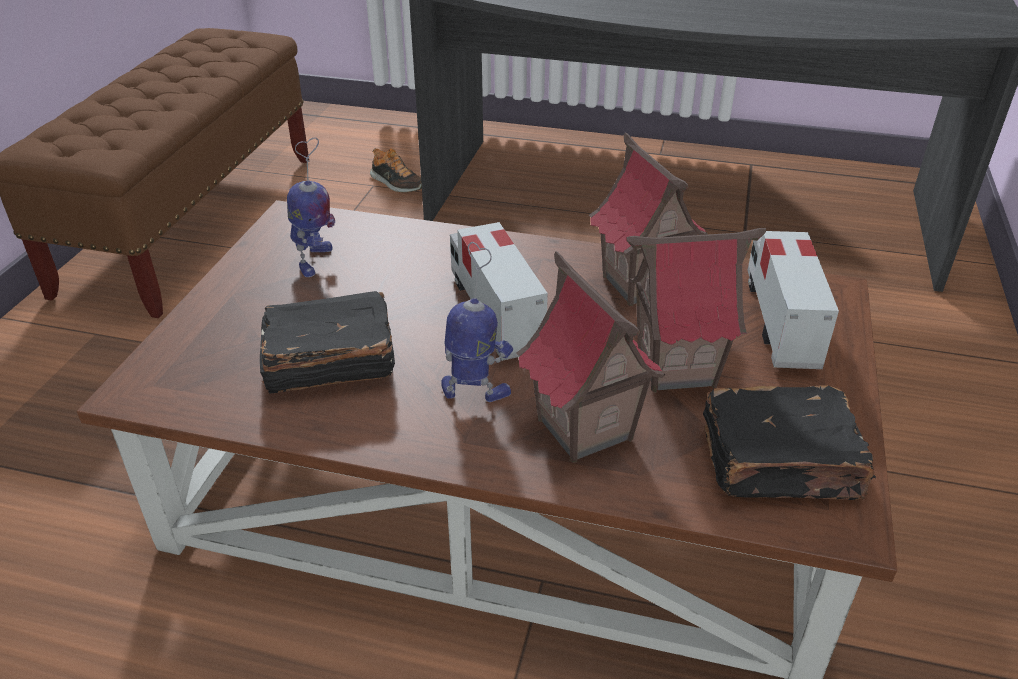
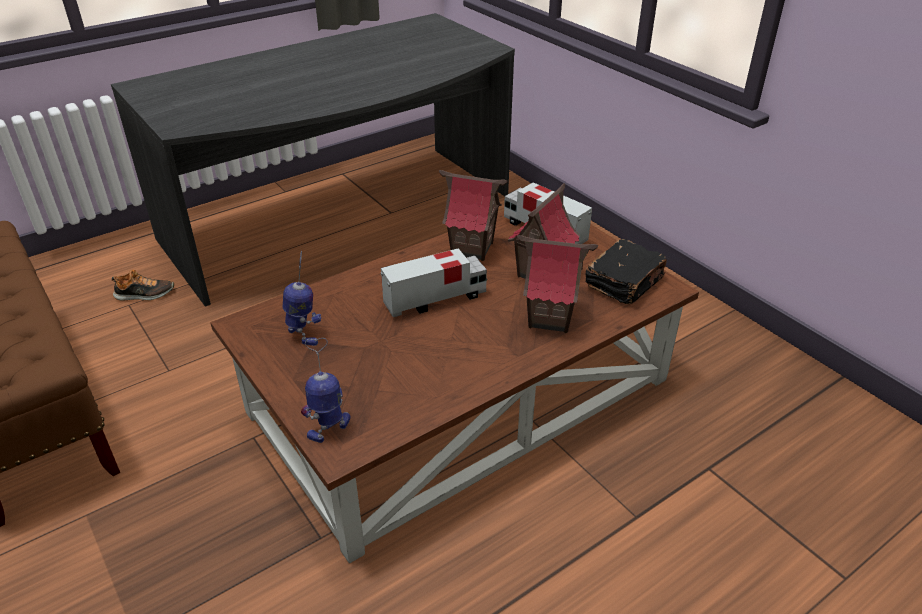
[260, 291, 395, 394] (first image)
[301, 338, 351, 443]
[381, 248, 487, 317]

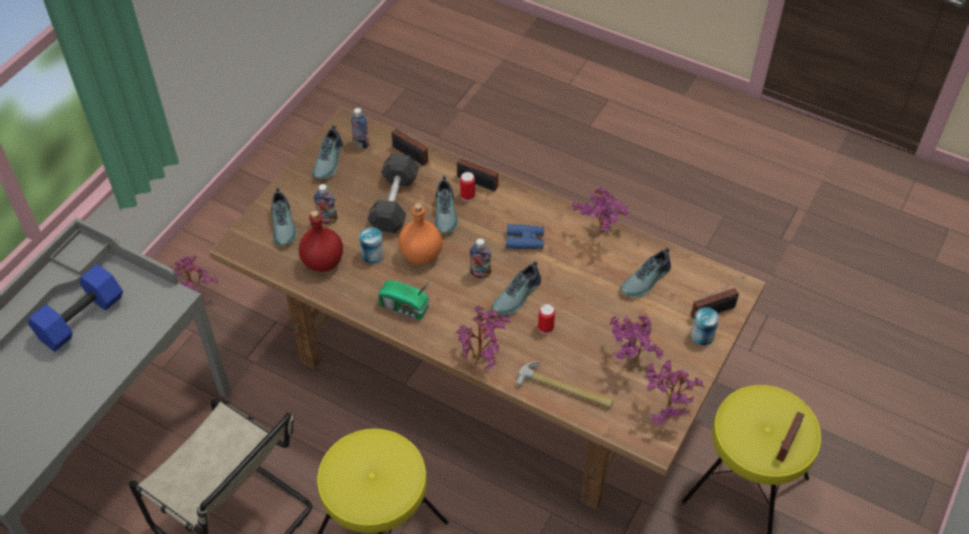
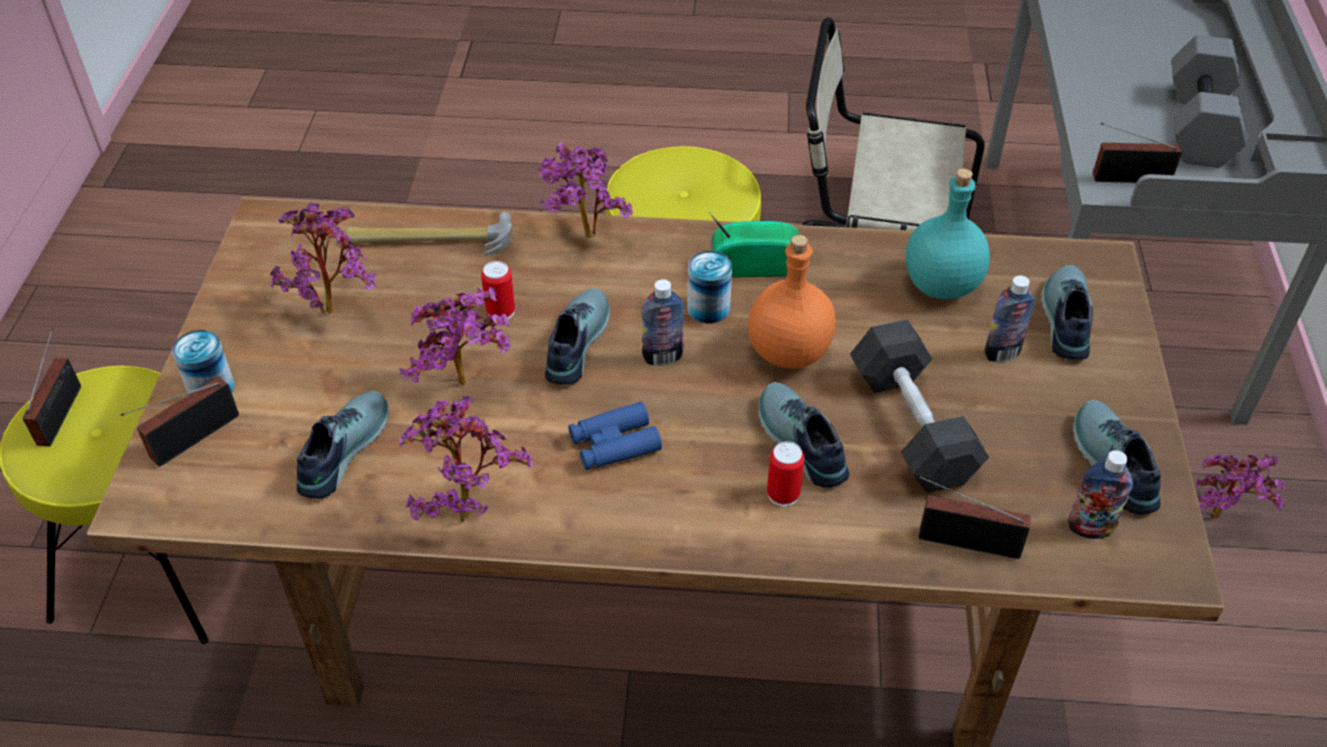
[1172, 35, 1246, 168]
[1041, 265, 1093, 360]
[906, 168, 990, 299]
[687, 251, 732, 323]
[1093, 123, 1182, 183]
[399, 287, 511, 385]

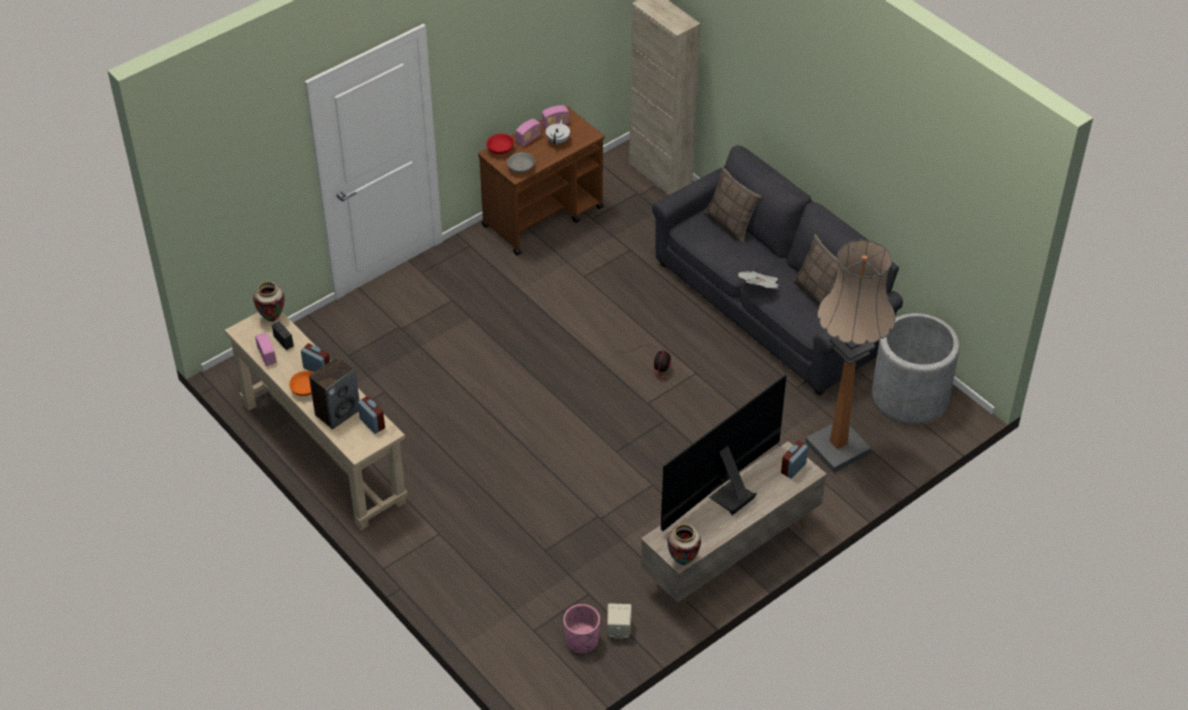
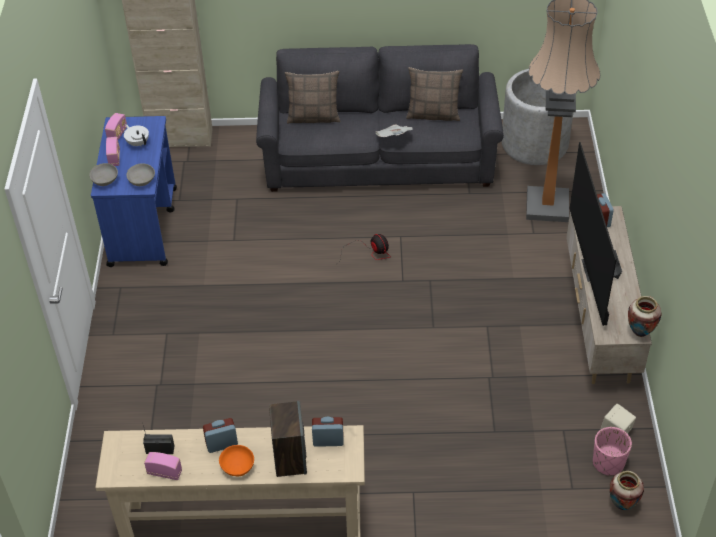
[610, 471, 644, 510]
[91, 116, 177, 267]
[89, 163, 118, 186]

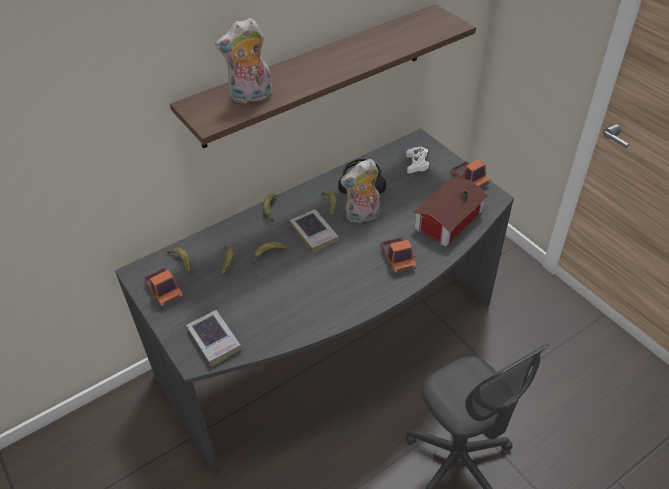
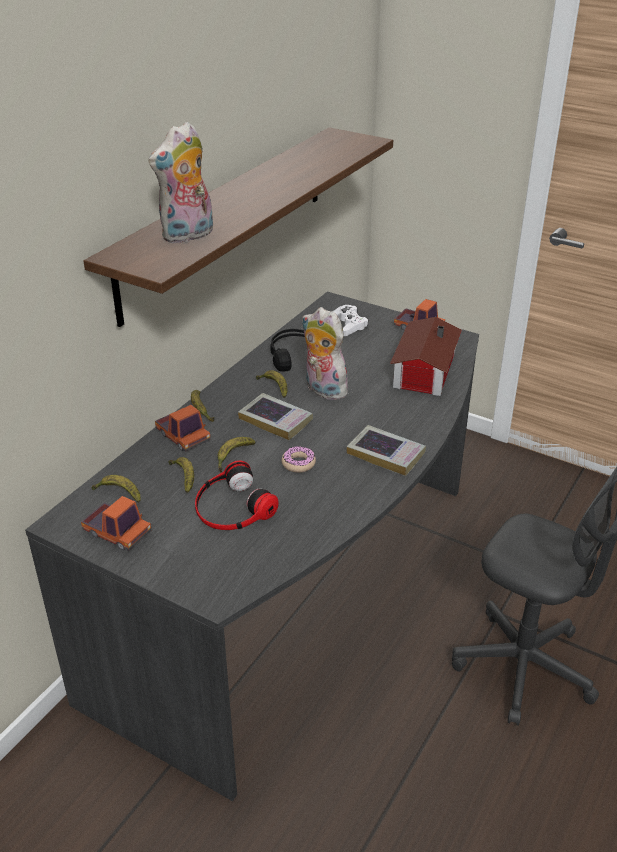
[347, 425, 426, 476]
[302, 307, 348, 400]
[155, 405, 211, 452]
[195, 461, 279, 530]
[282, 446, 316, 473]

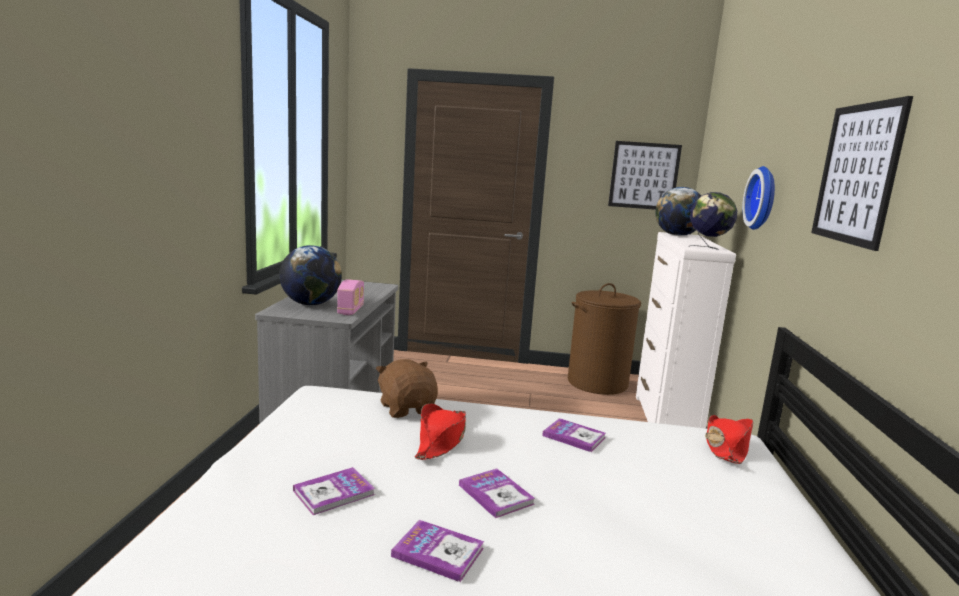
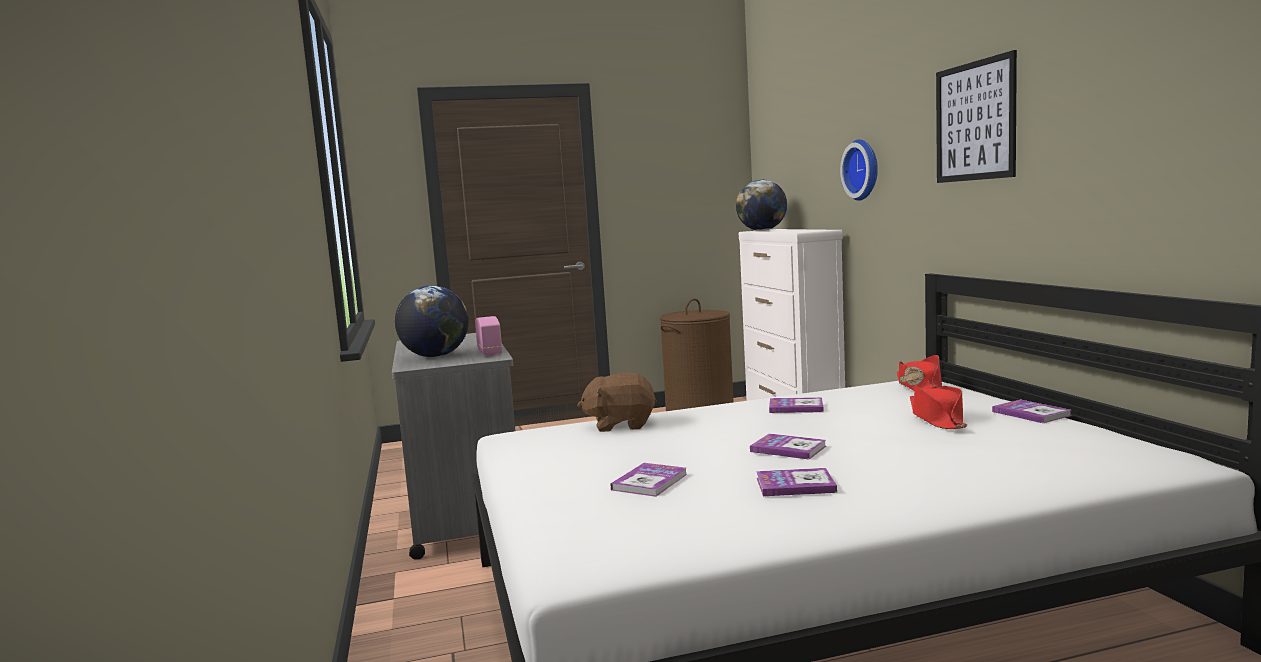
[577, 373, 657, 432]
[910, 384, 967, 429]
[608, 141, 682, 210] (first image)
[688, 192, 737, 250] (first image)
[992, 399, 1071, 423]

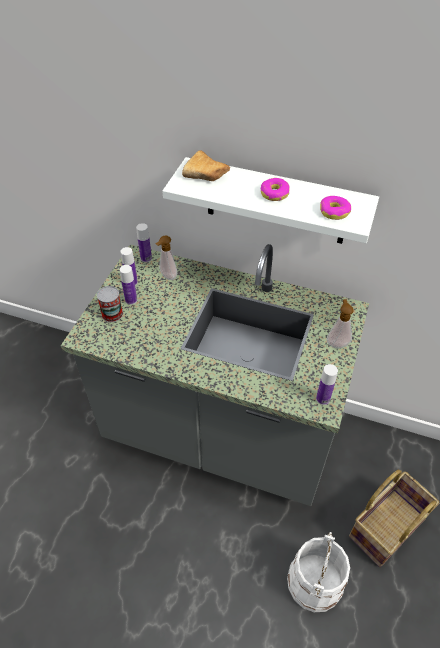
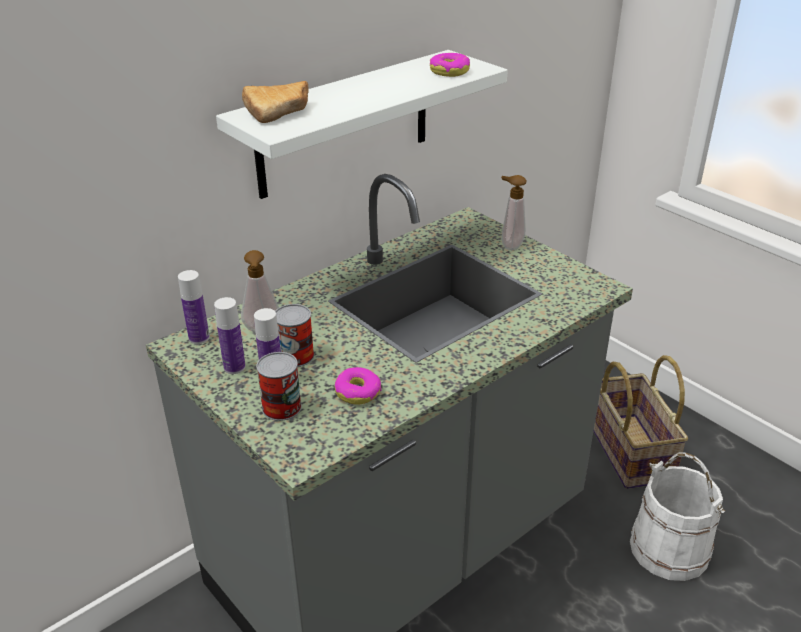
[335, 367, 382, 404]
[316, 364, 338, 405] (first image)
[275, 304, 314, 367]

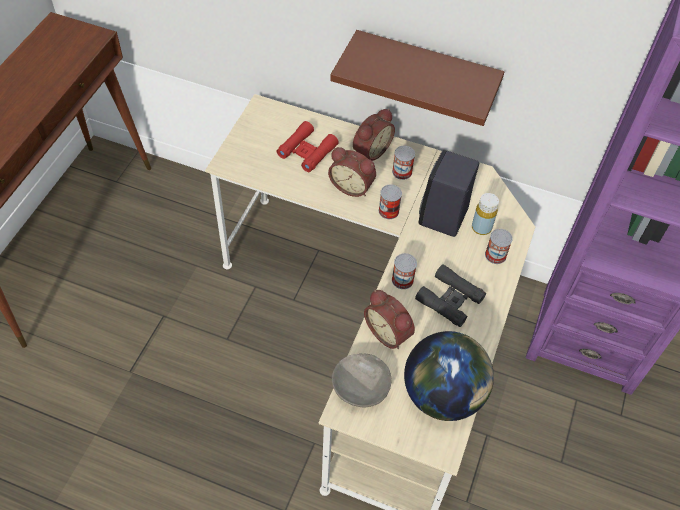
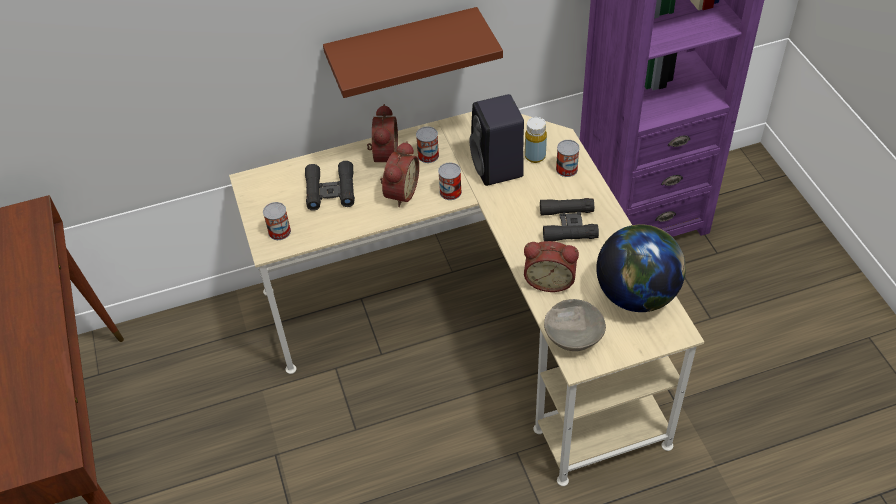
[305, 161, 355, 211]
[380, 141, 419, 207]
[263, 202, 291, 240]

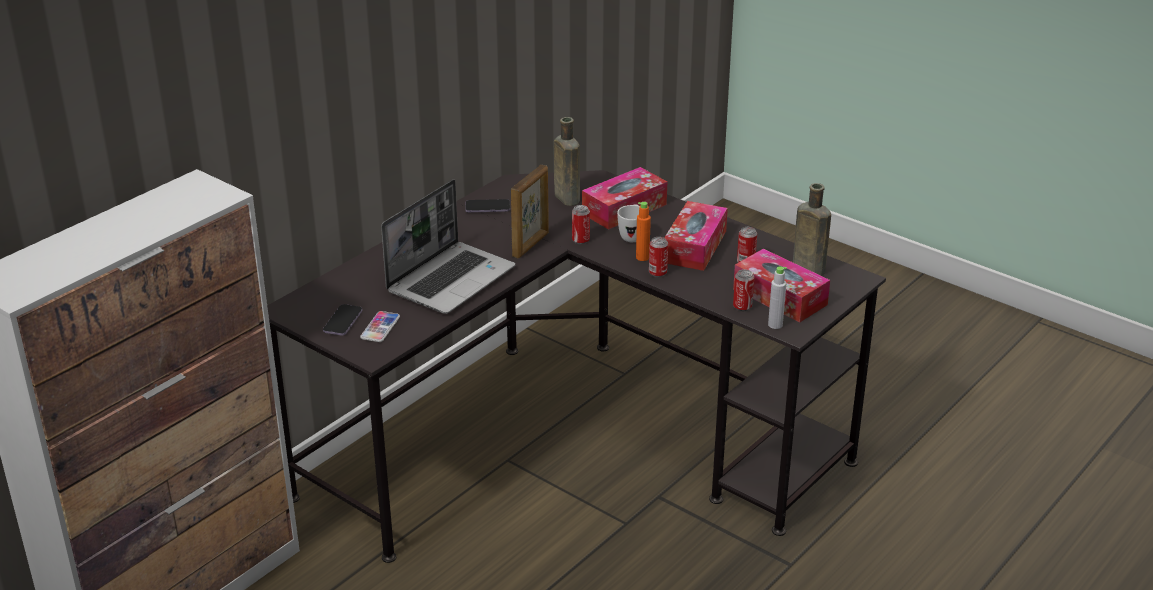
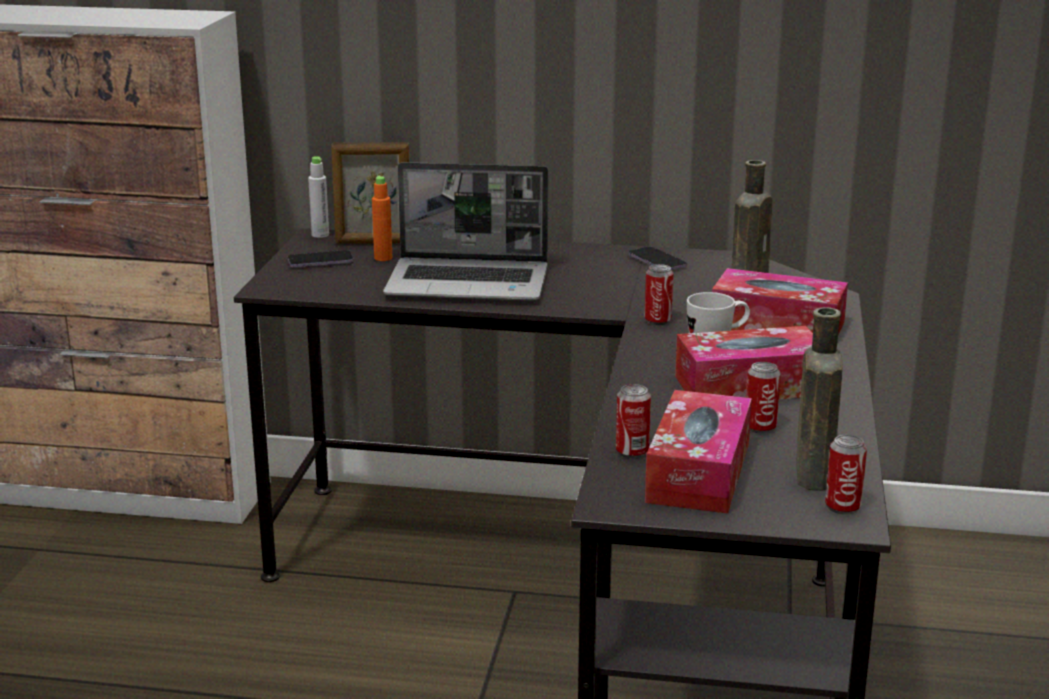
[360, 311, 400, 342] (first image)
[331, 142, 409, 244]
[372, 176, 392, 261]
[825, 435, 867, 515]
[308, 156, 329, 238]

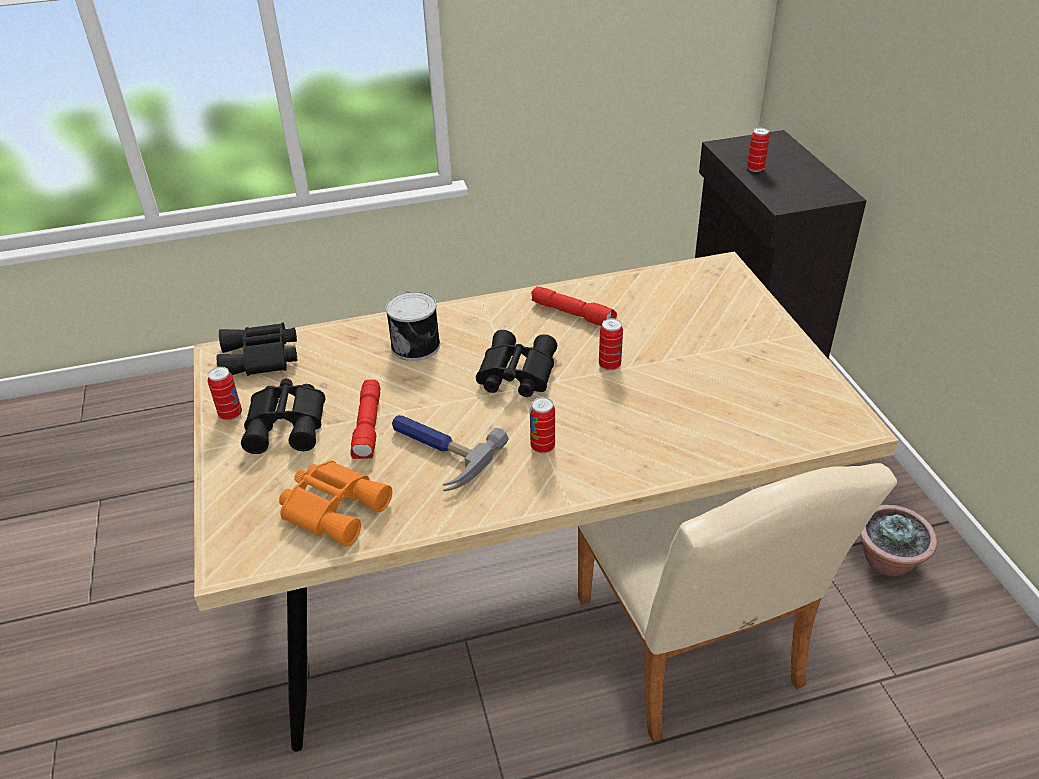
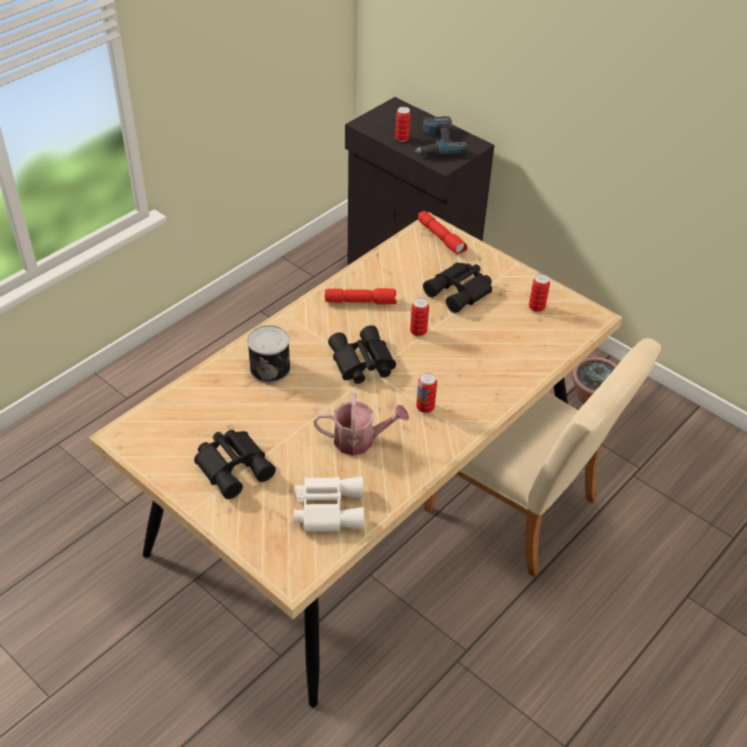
[529, 274, 550, 312]
[423, 263, 492, 313]
[294, 477, 364, 532]
[418, 211, 467, 255]
[314, 393, 409, 456]
[415, 116, 469, 155]

